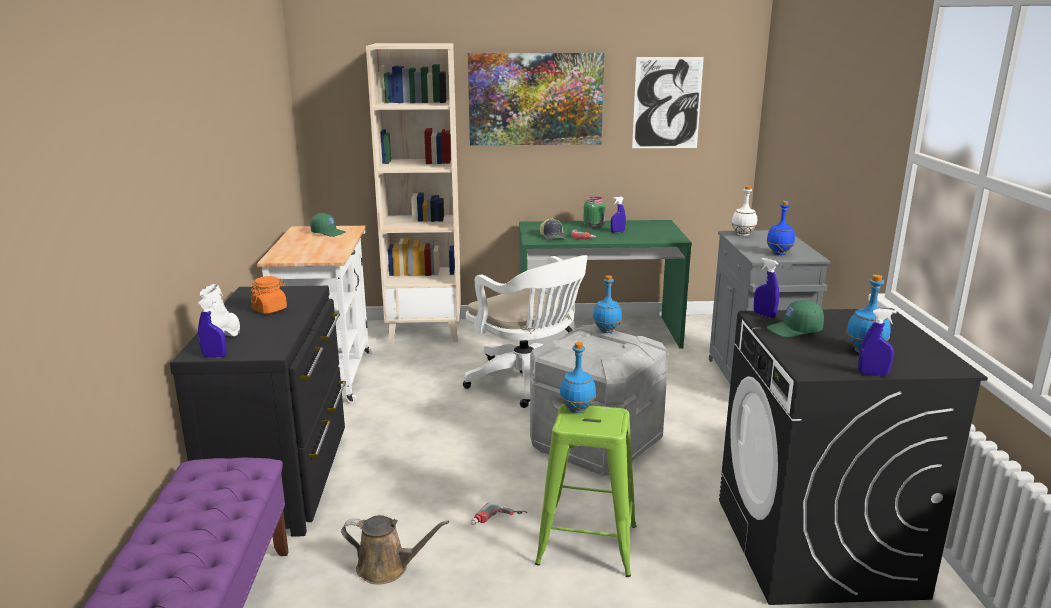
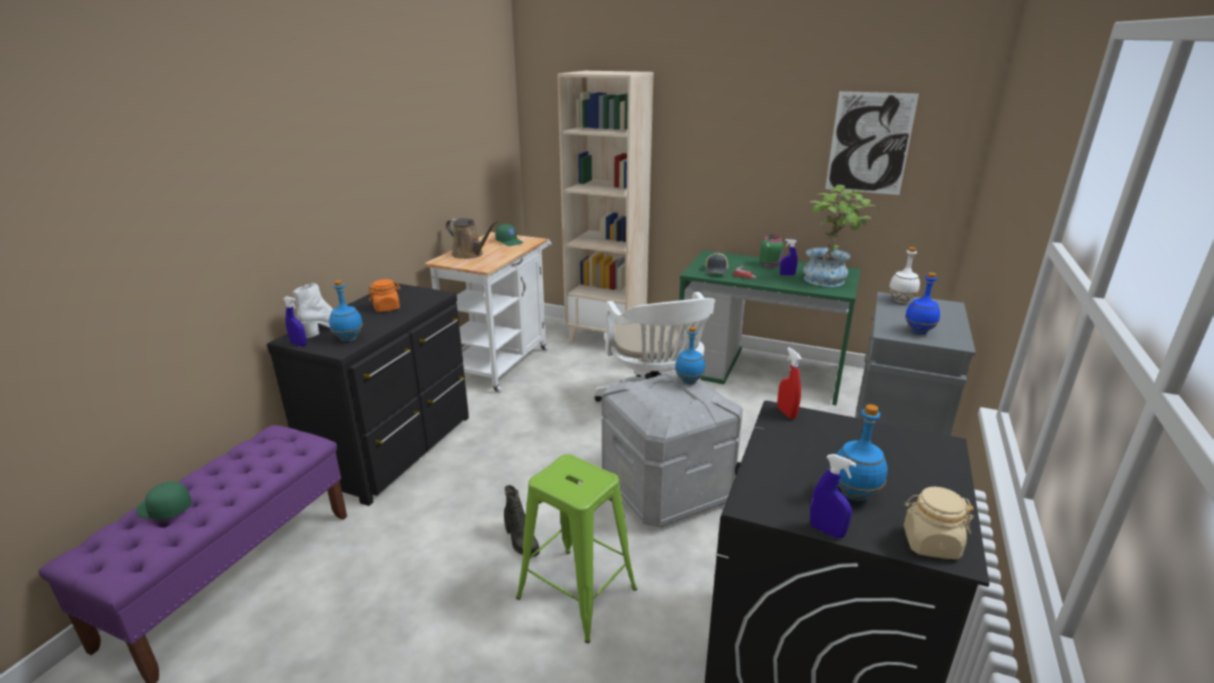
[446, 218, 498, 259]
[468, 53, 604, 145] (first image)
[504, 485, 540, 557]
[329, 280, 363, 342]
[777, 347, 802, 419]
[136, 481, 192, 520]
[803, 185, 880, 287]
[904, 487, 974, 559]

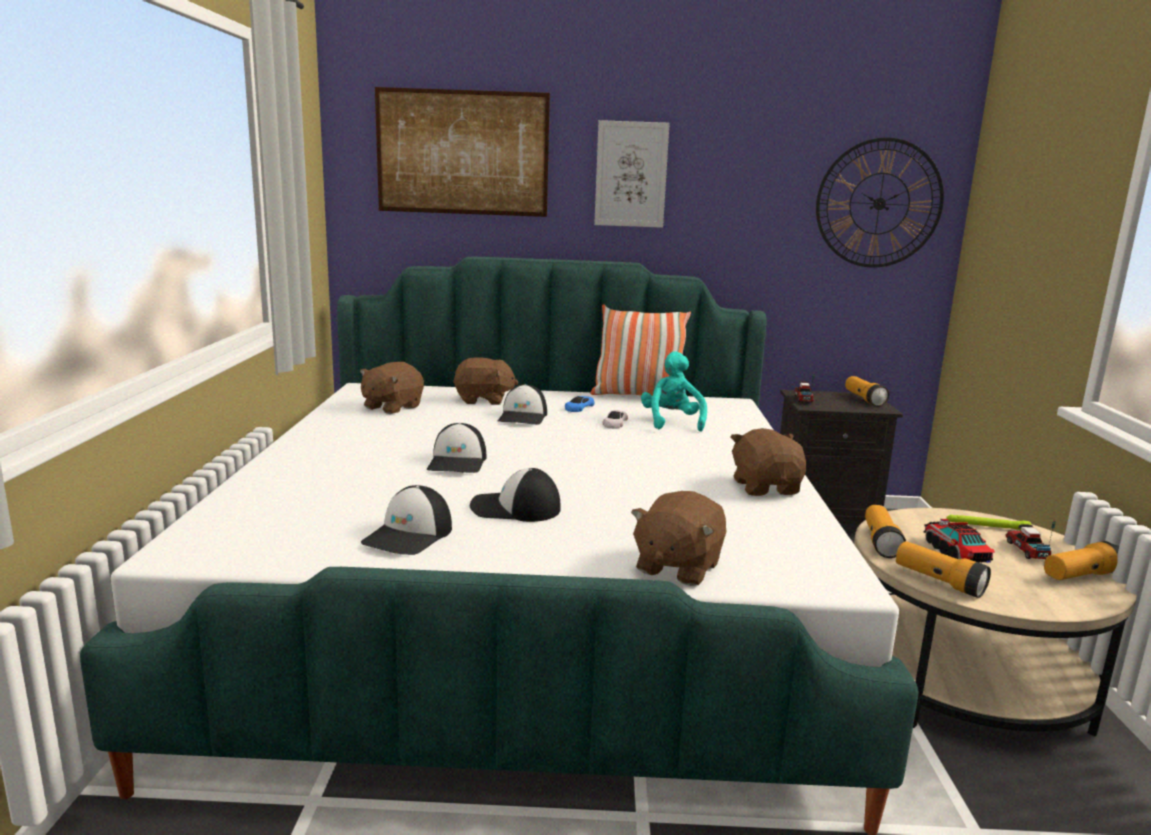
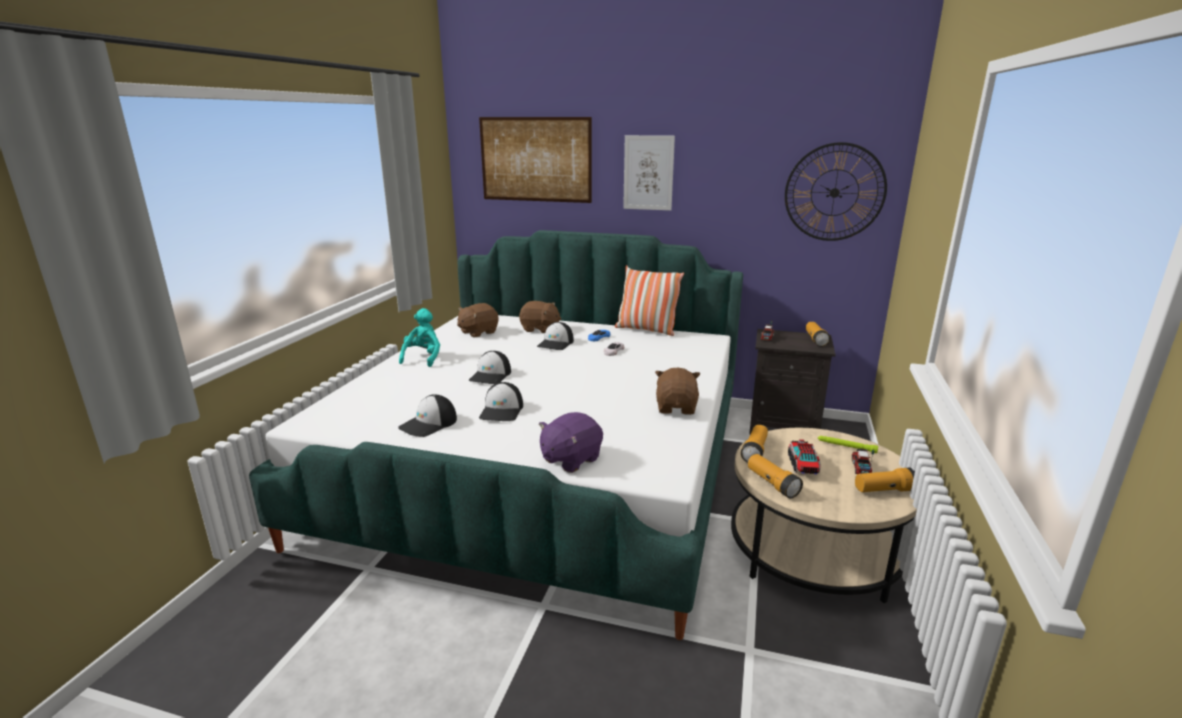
[479, 382, 523, 421]
[539, 412, 603, 473]
[399, 308, 440, 367]

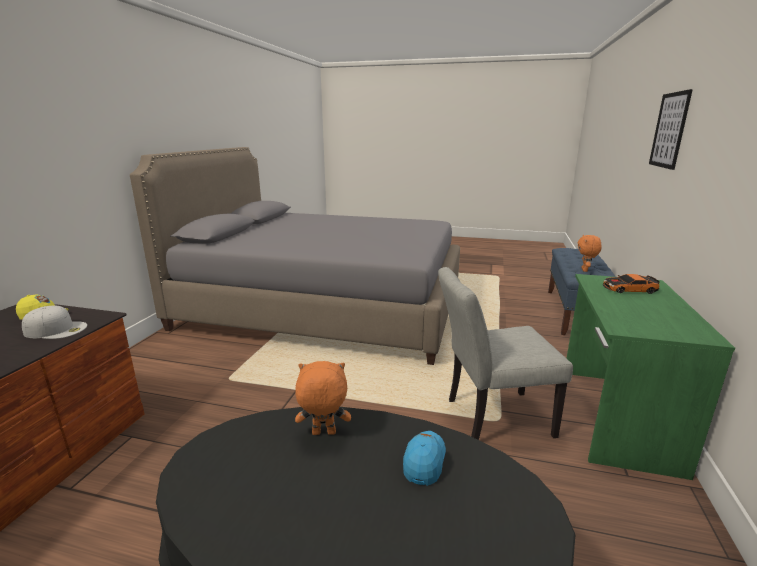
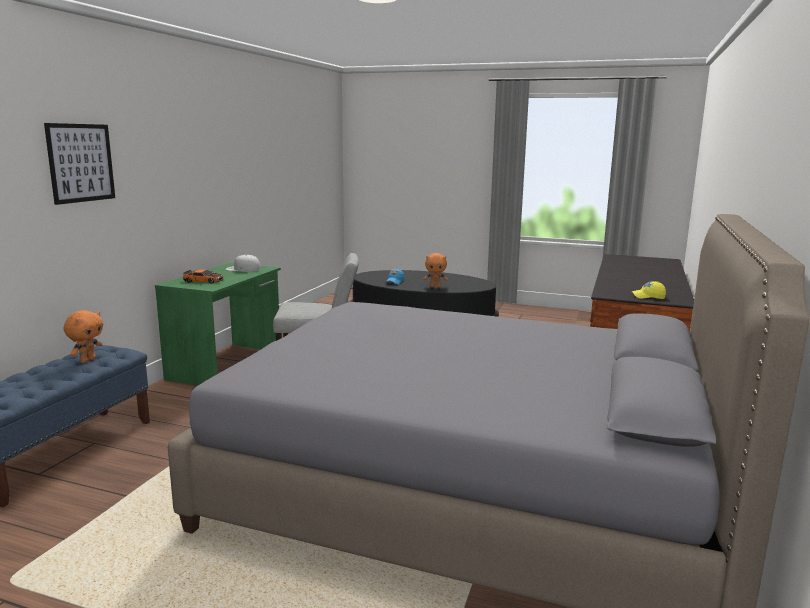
[226, 255, 261, 272]

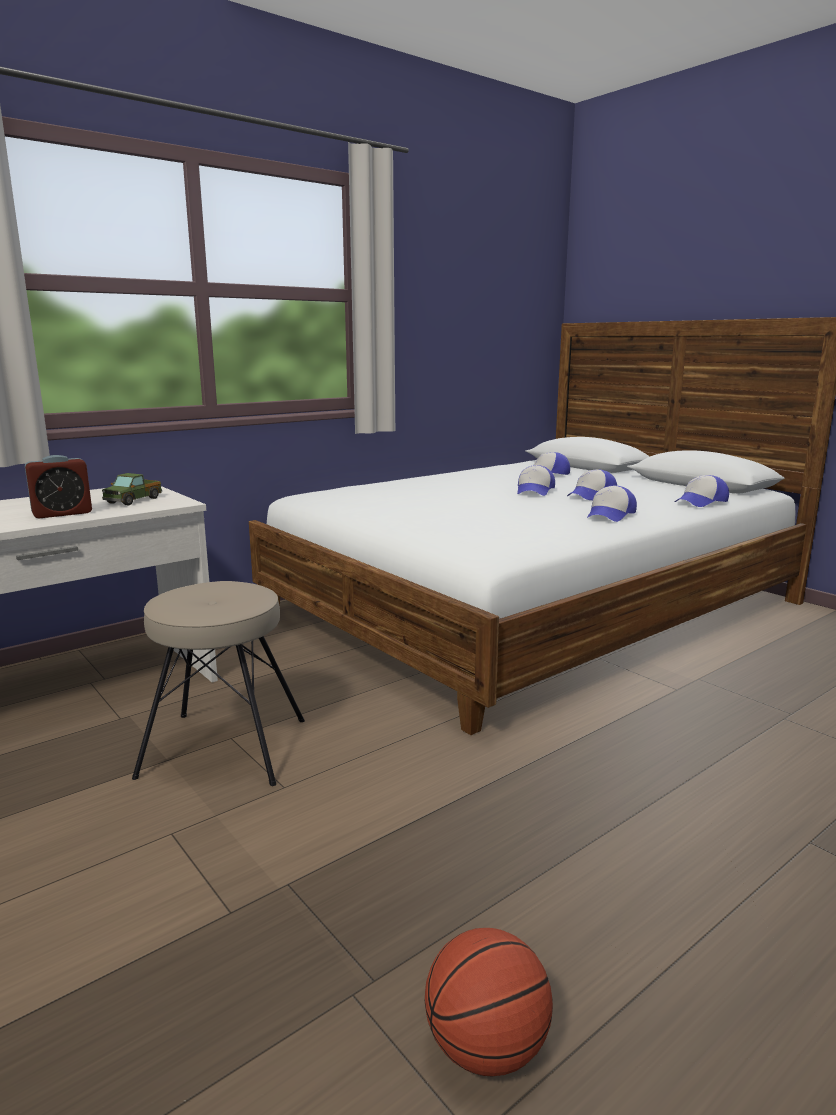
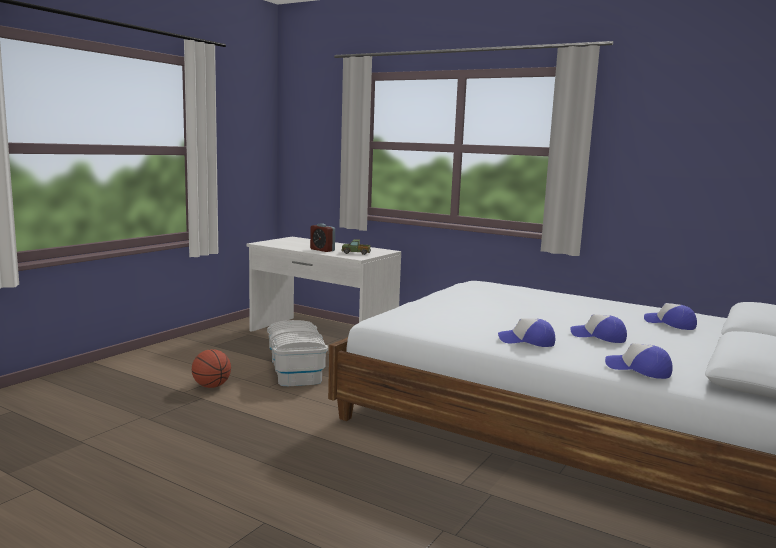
[267, 320, 328, 386]
[192, 349, 231, 388]
[517, 465, 555, 496] (first image)

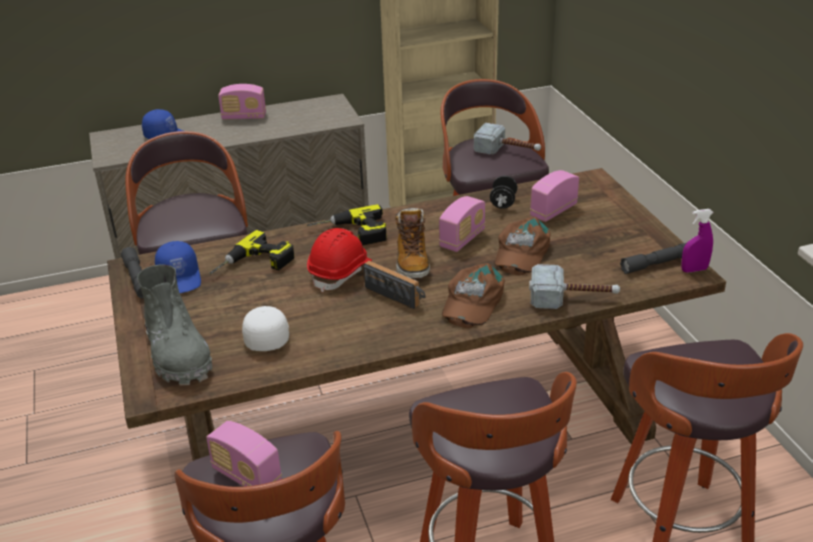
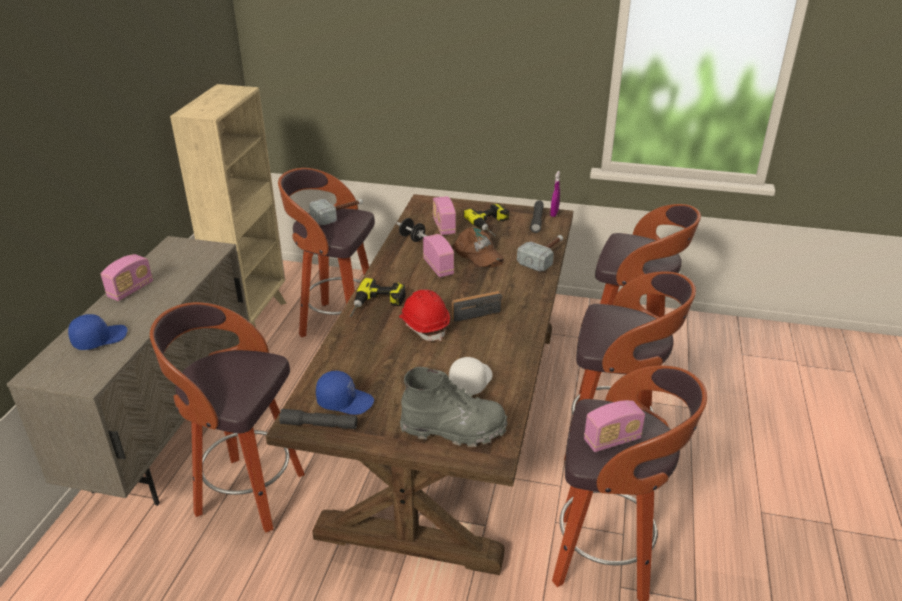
[464, 203, 509, 236]
[449, 357, 493, 395]
[395, 208, 430, 278] (first image)
[442, 263, 505, 328] (first image)

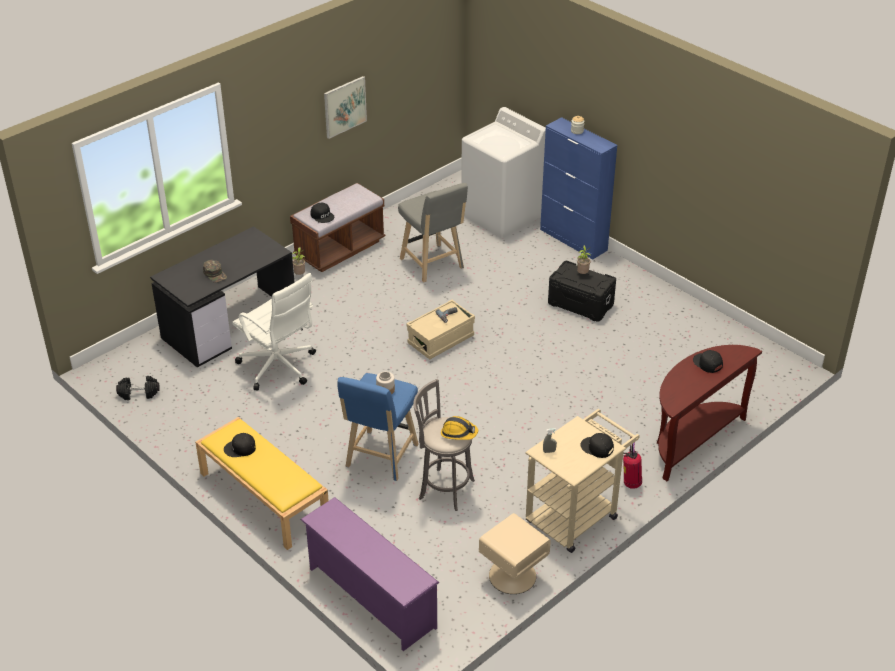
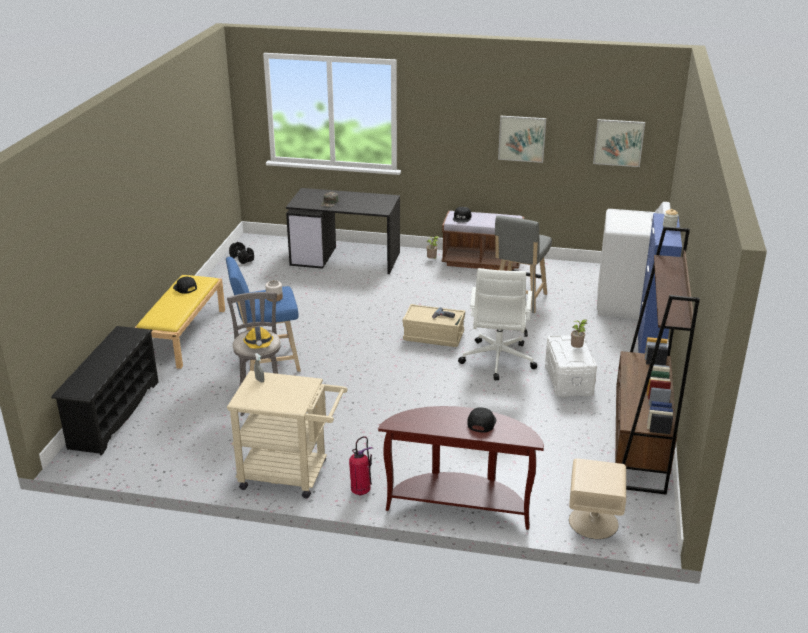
[458, 268, 537, 380]
[51, 326, 158, 455]
[569, 458, 626, 539]
[545, 335, 597, 397]
[581, 433, 614, 458] (first image)
[593, 119, 645, 167]
[615, 226, 700, 495]

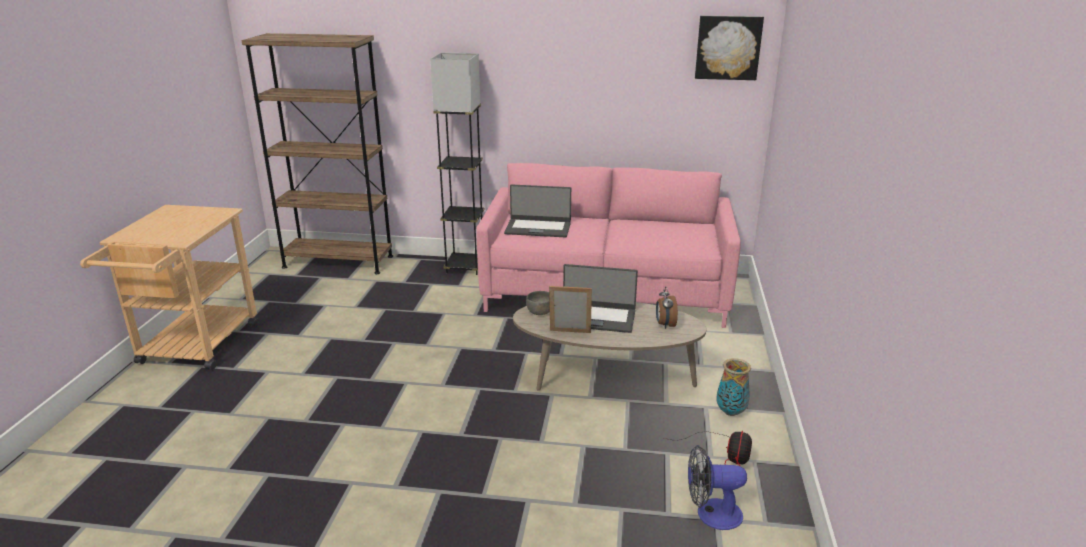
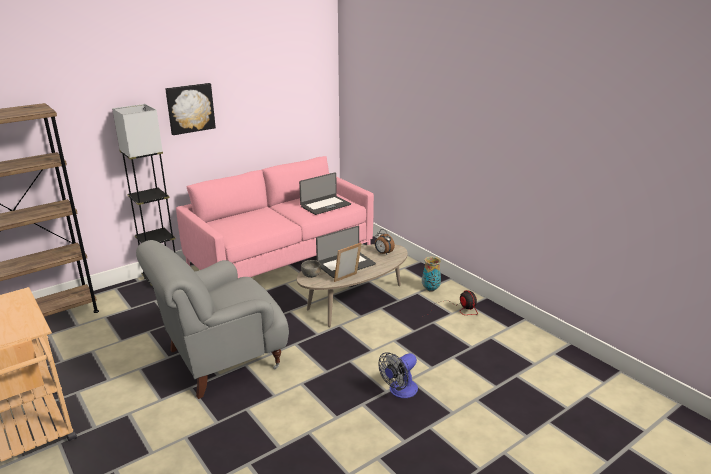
[299, 172, 351, 215]
[378, 352, 418, 398]
[165, 83, 216, 135]
[136, 240, 289, 399]

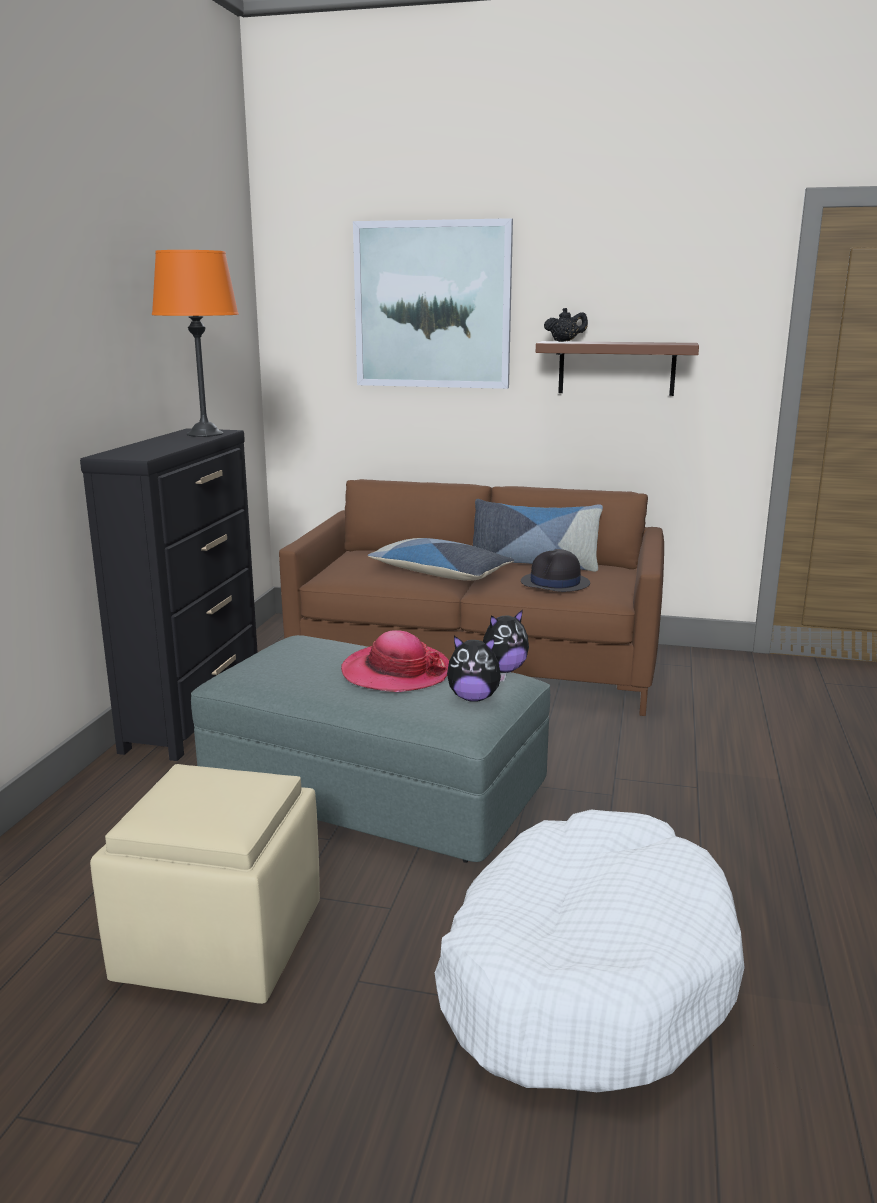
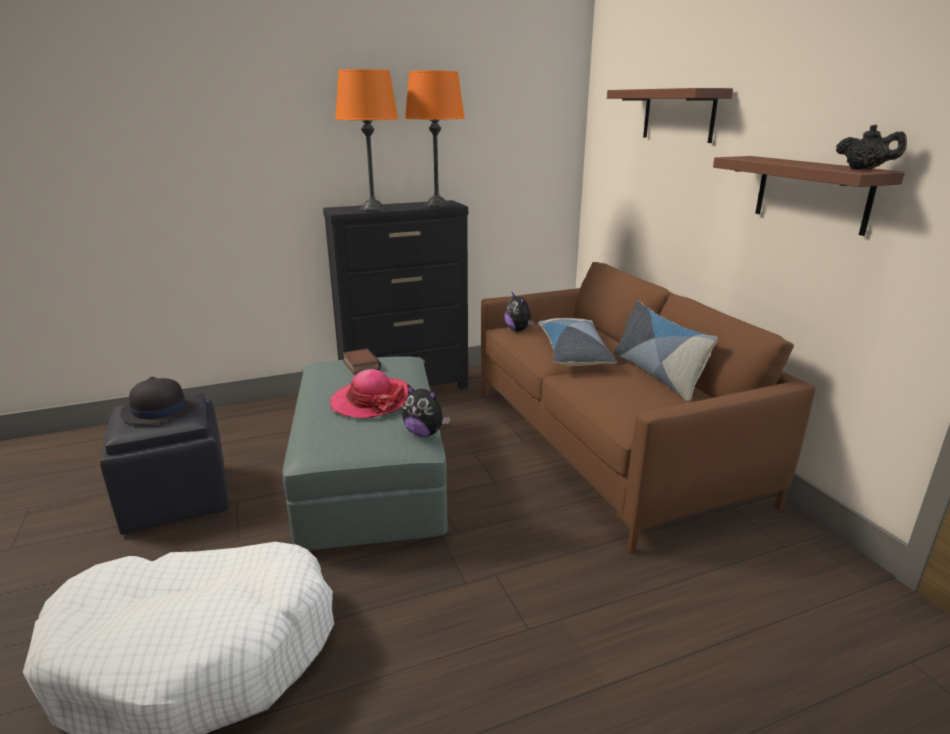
[100, 393, 229, 535]
[607, 88, 733, 143]
[504, 292, 534, 331]
[120, 377, 197, 425]
[836, 125, 907, 170]
[335, 69, 399, 211]
[343, 348, 381, 375]

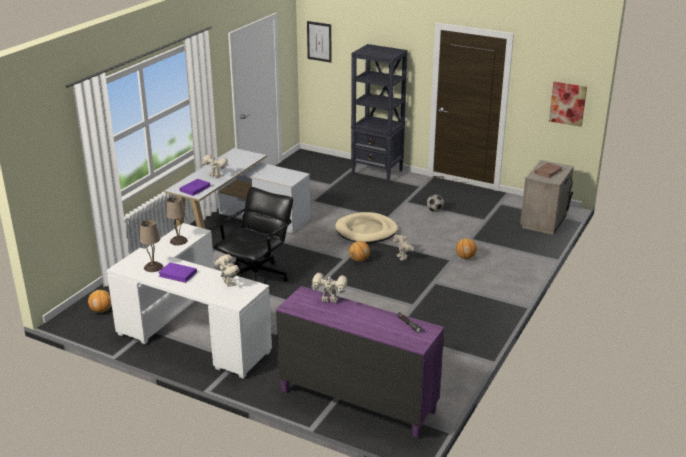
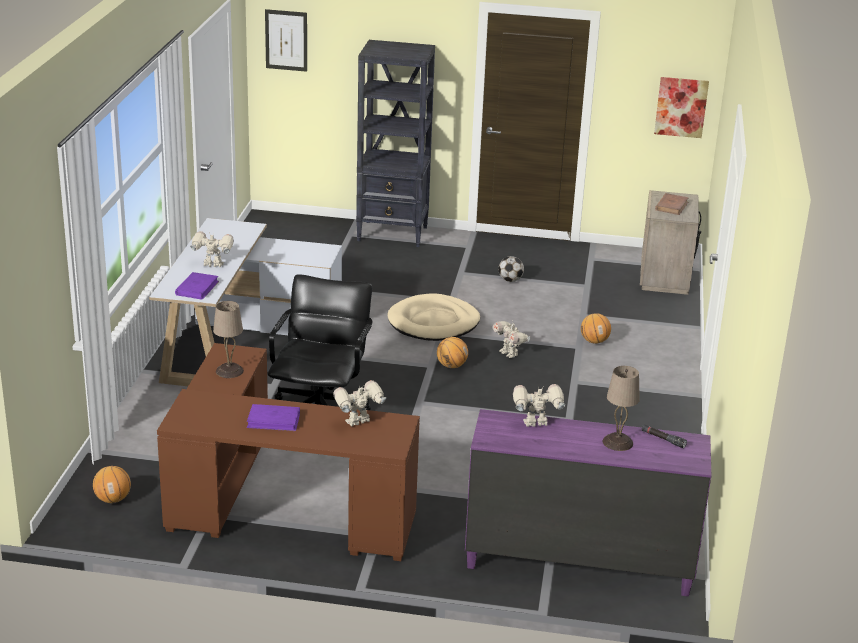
[157, 343, 420, 561]
[603, 366, 640, 451]
[333, 380, 386, 426]

